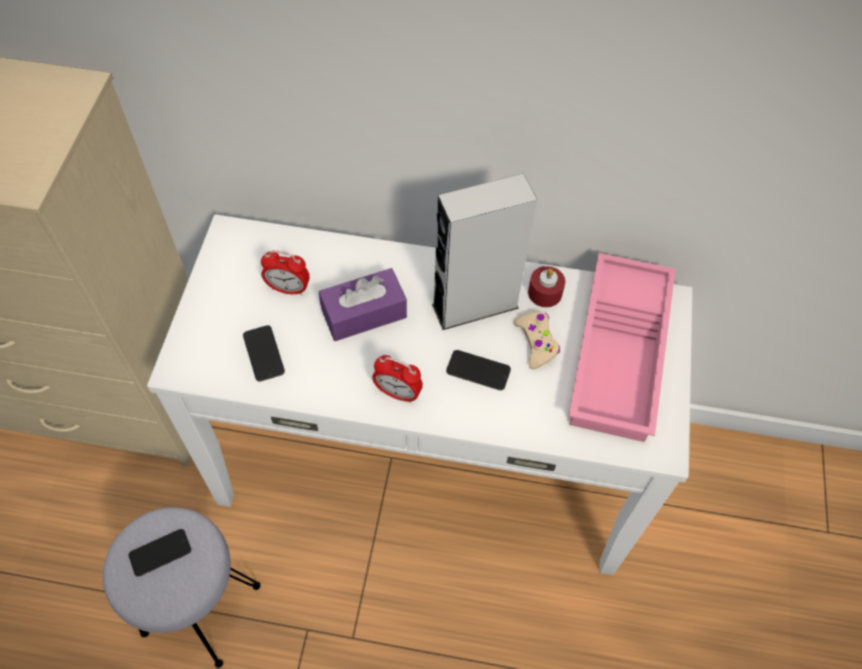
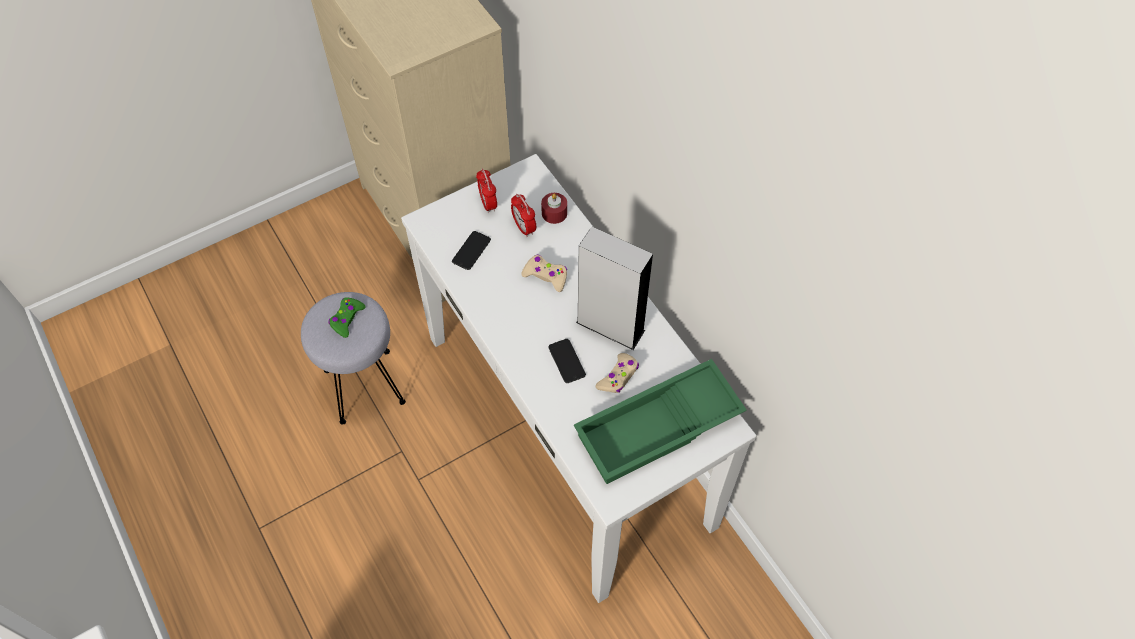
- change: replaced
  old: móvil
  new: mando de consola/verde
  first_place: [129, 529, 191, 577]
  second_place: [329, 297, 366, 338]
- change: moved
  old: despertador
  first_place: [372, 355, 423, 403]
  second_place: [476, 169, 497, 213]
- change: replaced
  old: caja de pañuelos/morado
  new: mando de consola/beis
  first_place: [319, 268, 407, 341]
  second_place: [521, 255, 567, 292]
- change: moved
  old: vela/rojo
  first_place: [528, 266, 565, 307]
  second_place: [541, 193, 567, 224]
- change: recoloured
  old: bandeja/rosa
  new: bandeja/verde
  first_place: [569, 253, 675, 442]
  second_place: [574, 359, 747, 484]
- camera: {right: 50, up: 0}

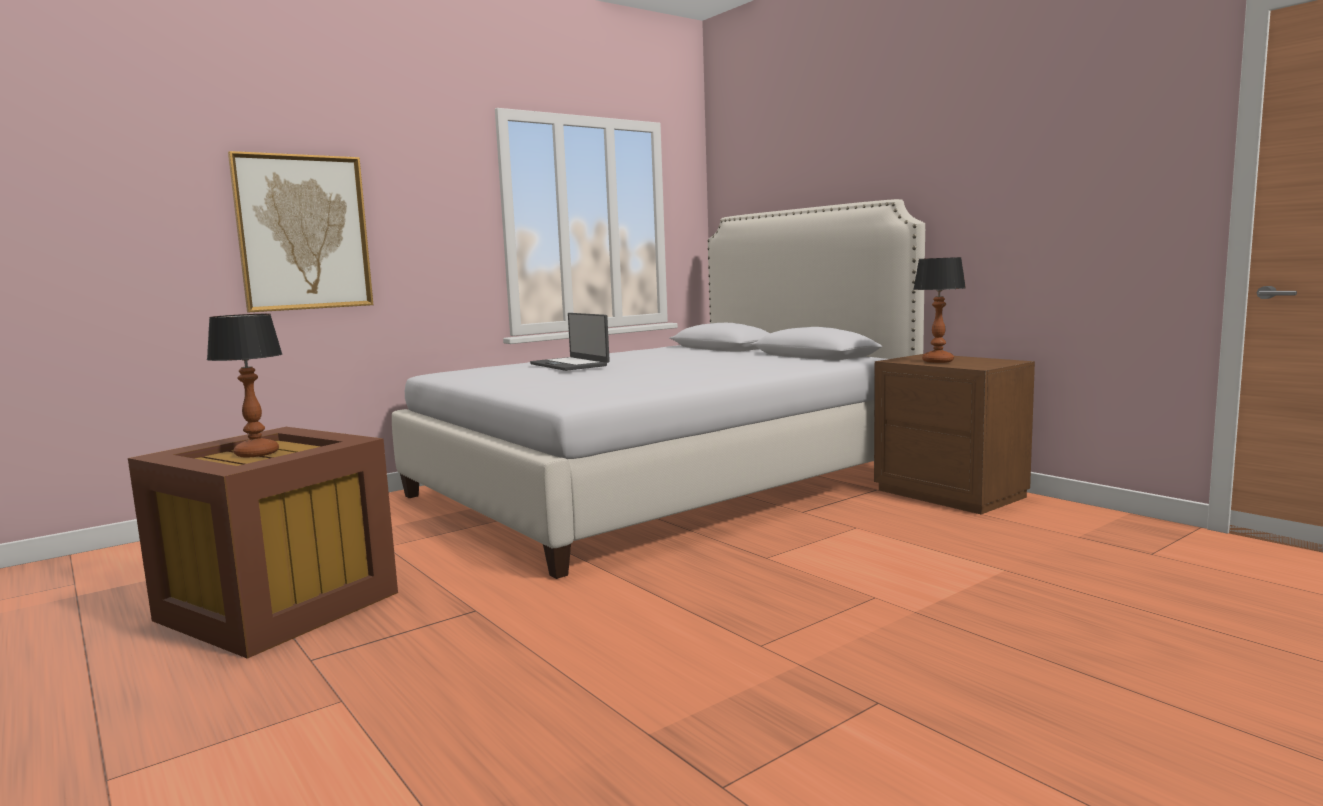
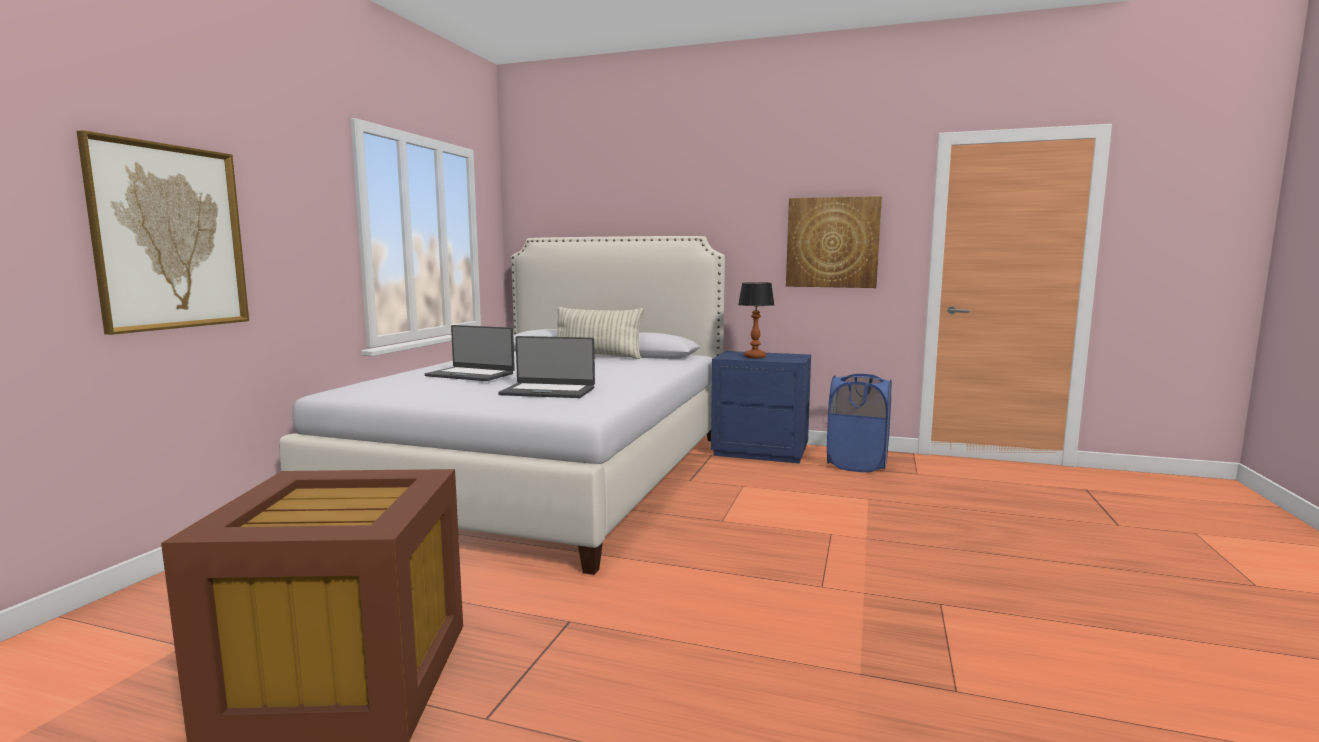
- change: added
  new: portátil
  second_place: [498, 336, 595, 398]
- change: added
  new: cojín
  second_place: [557, 307, 644, 359]
- change: recoloured
  old: mesita de noche/marrón
  new: mesita de noche/azul
  first_place: [874, 354, 1035, 514]
  second_place: [711, 351, 811, 464]
- change: added
  new: cuadro
  second_place: [786, 196, 882, 288]
- change: added
  new: cesto de la ropa/azul
  second_place: [827, 374, 892, 472]
- change: removed
  old: lámpara de mesa
  first_place: [207, 314, 282, 457]
- camera: {right: -35, up: 0}

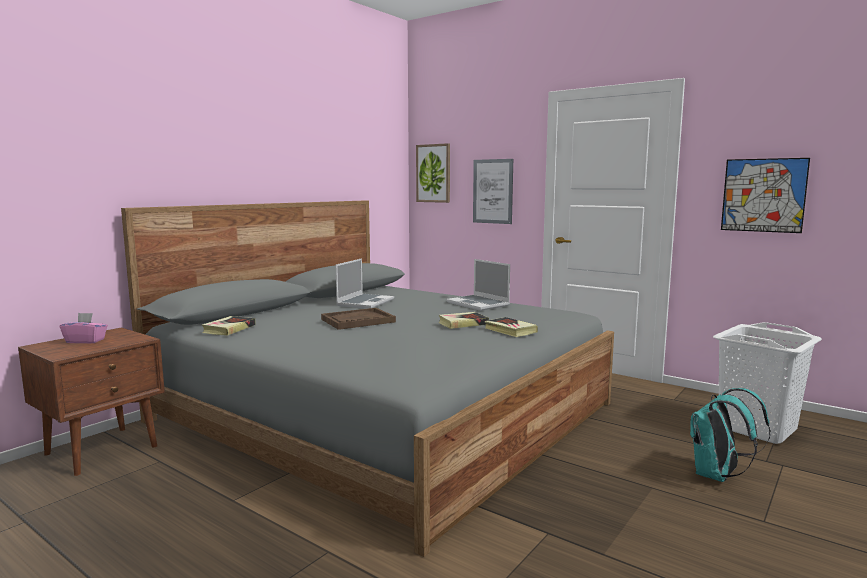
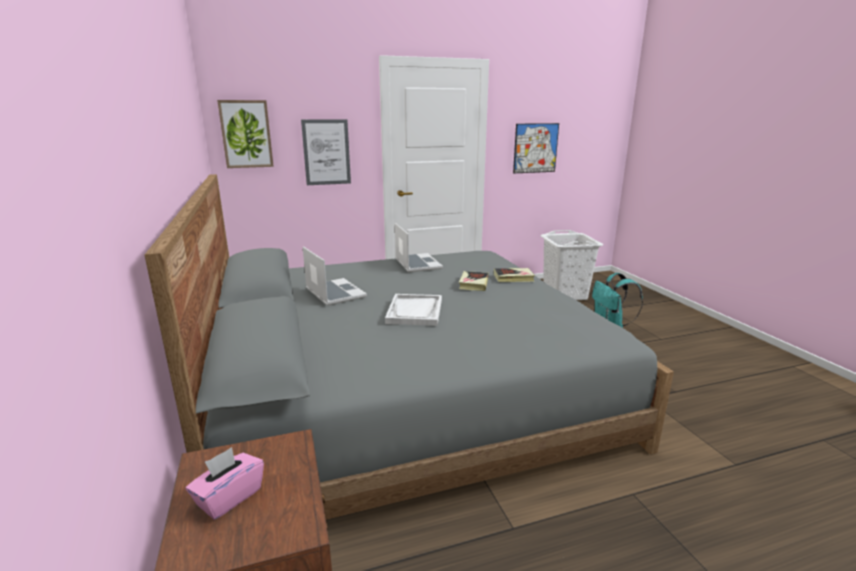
- change: recoloured
  old: bandeja/marrón
  new: bandeja/blanco
  first_place: [321, 308, 396, 330]
  second_place: [385, 294, 442, 326]
- change: turned
  old: portátil
  first_place: [446, 259, 510, 311]
  second_place: [395, 223, 443, 272]
  degrees: -105
- change: removed
  old: libro
  first_place: [202, 316, 256, 336]
- camera: {right: -55, up: 10}

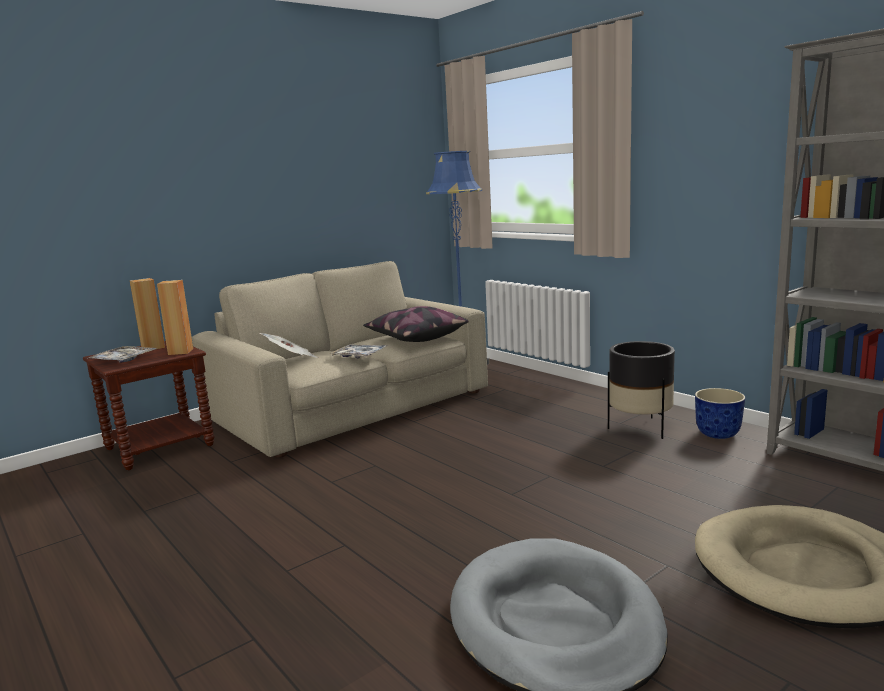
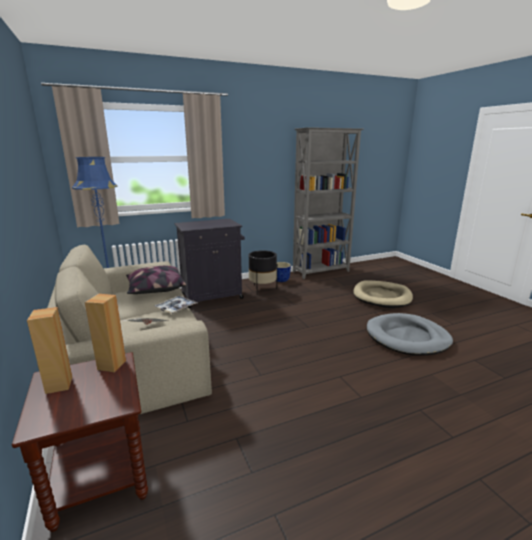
- change: added
  new: armario/negro
  second_place: [174, 219, 245, 308]
- change: removed
  old: bandeja
  first_place: [87, 346, 156, 362]
- camera: {right: -75, up: 5}

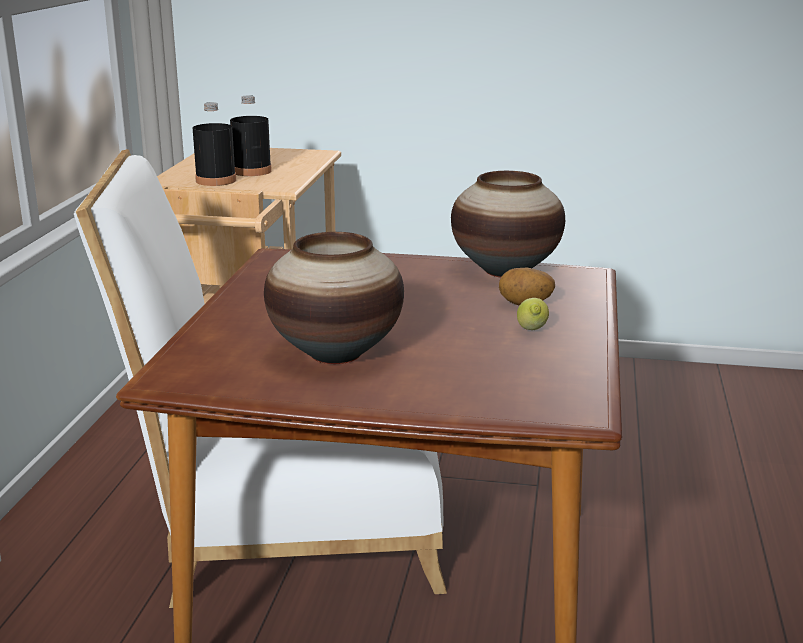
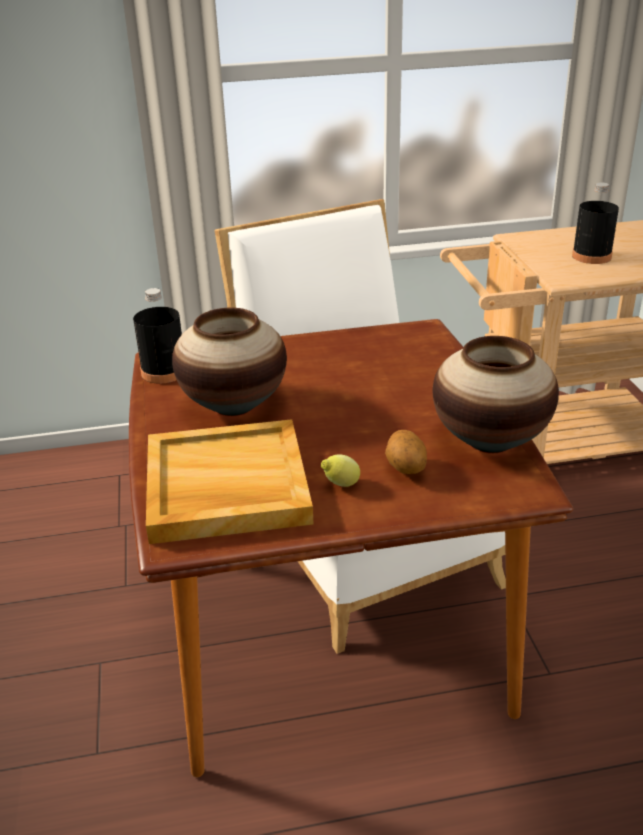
- change: moved
  old: botella/negro
  first_place: [193, 102, 236, 186]
  second_place: [133, 288, 182, 384]
- change: added
  new: bandeja/beis
  second_place: [146, 419, 314, 544]
- camera: {right: 70, up: 10}

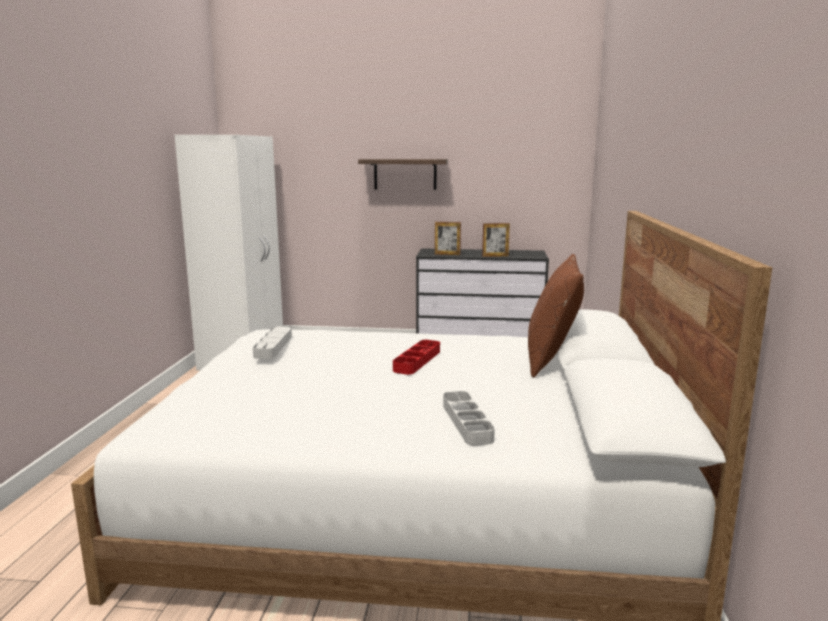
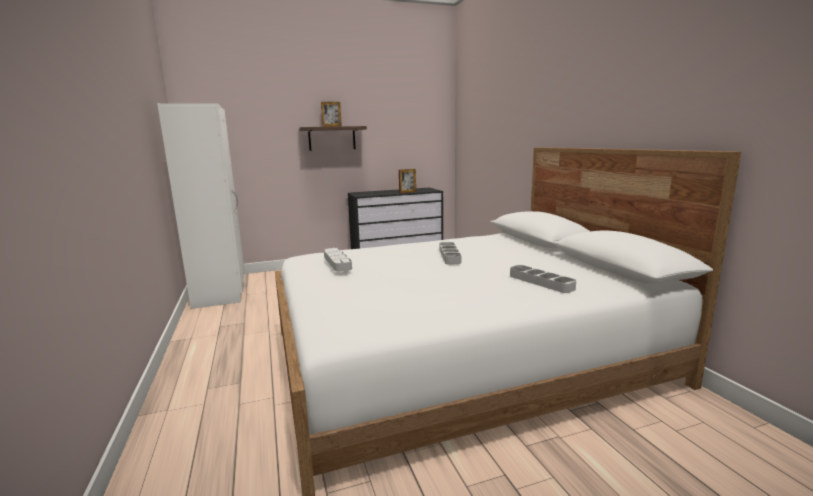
- change: moved
  old: portarretratos
  first_place: [435, 222, 461, 255]
  second_place: [321, 102, 342, 127]
- change: recoloured
  old: bandeja/rojo
  new: bandeja/gris
  first_place: [393, 340, 440, 375]
  second_place: [439, 242, 461, 265]
- change: removed
  old: cojín/marrón
  first_place: [528, 254, 584, 378]
- camera: {right: -25, up: 0}

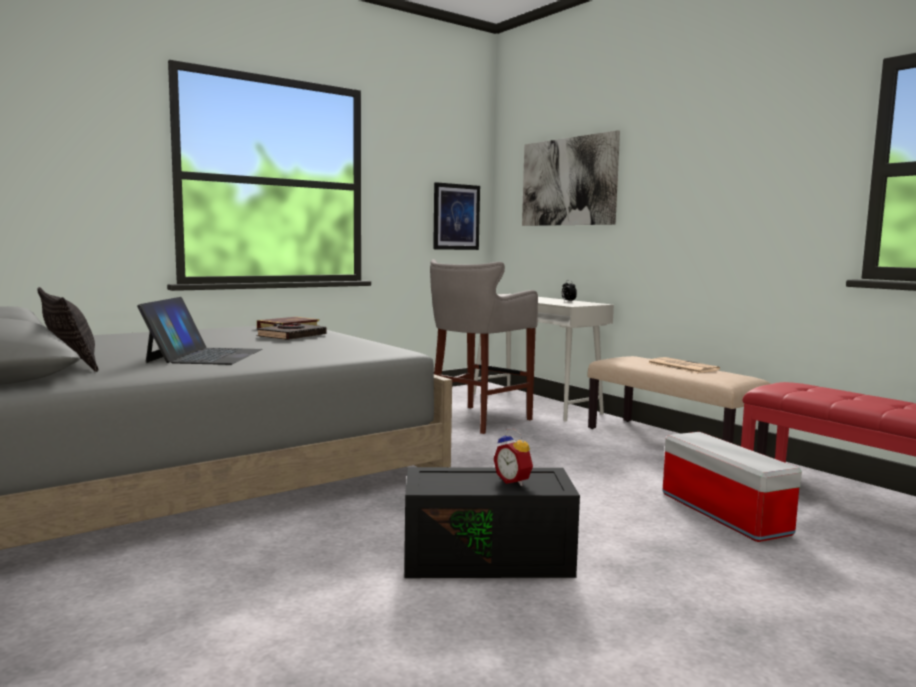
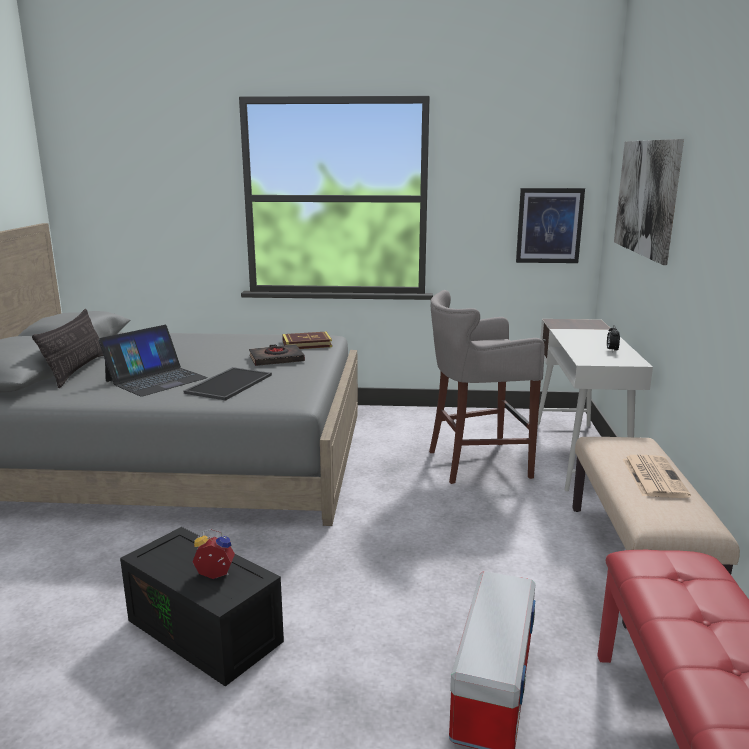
- change: added
  new: bandeja
  second_place: [184, 367, 272, 400]
- change: turned
  old: despertador
  first_place: [493, 429, 533, 486]
  second_place: [193, 529, 235, 579]
  degrees: 90
- camera: {right: 40, up: 10}

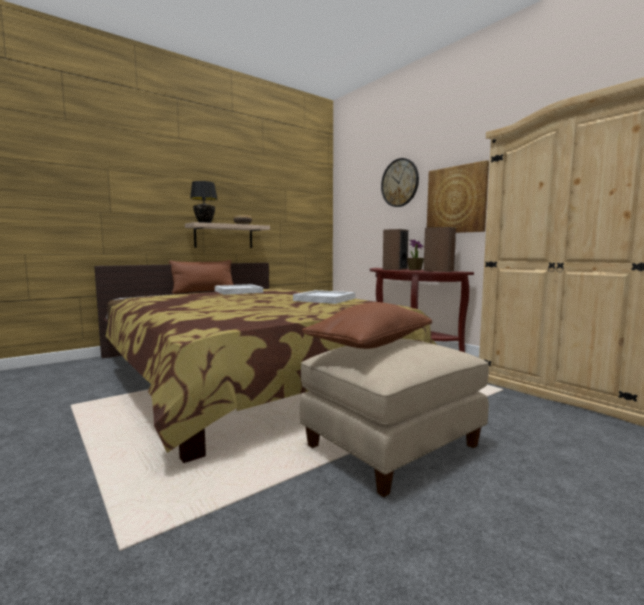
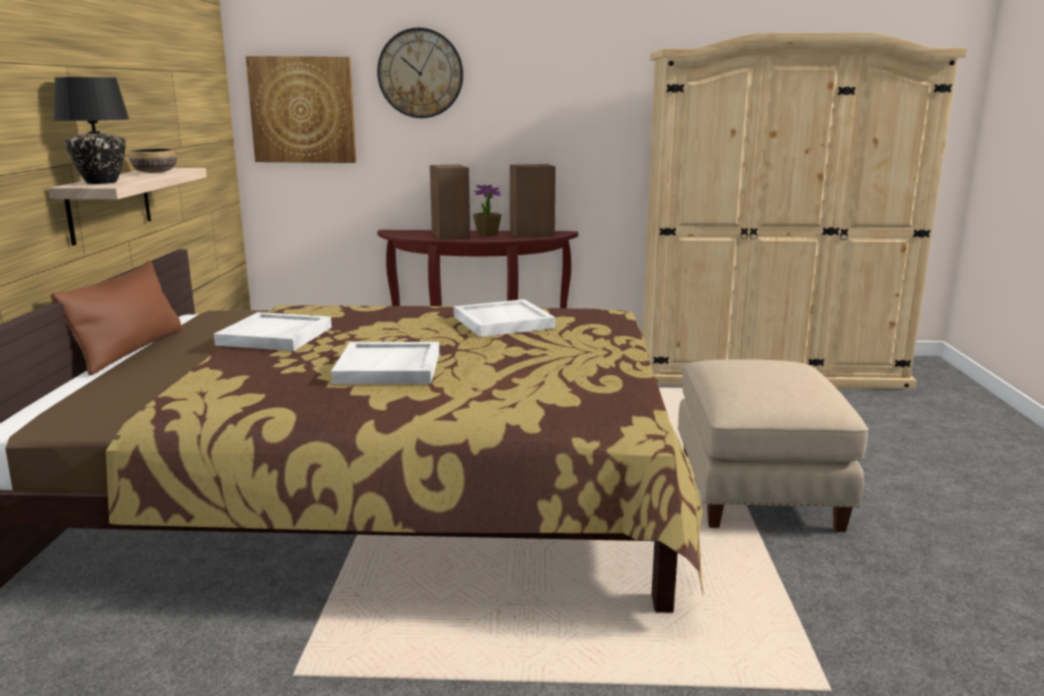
- change: moved
  old: cuadro
  first_place: [427, 160, 489, 233]
  second_place: [246, 56, 356, 163]
- change: added
  new: bandeja/blanco
  second_place: [331, 342, 439, 384]
- change: removed
  old: cojín/marrón
  first_place: [302, 302, 432, 349]
- camera: {right: -50, up: 10}

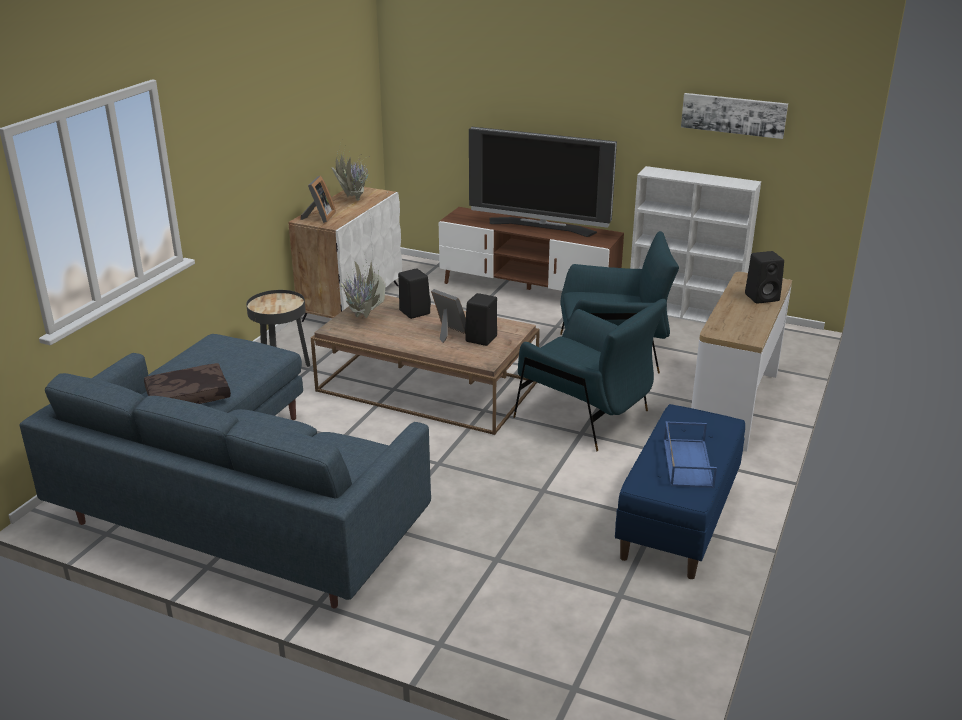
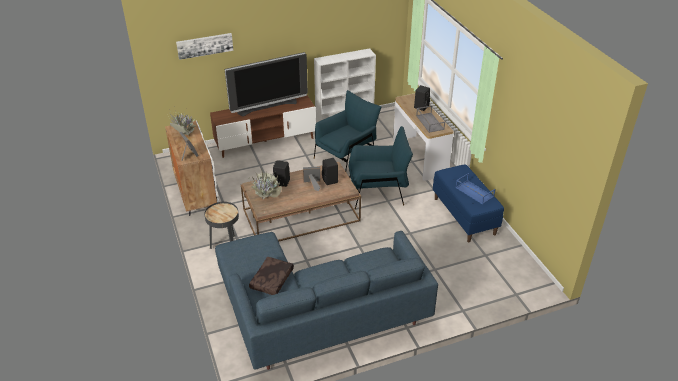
- change: moved
  old: cuadro
  first_place: [681, 93, 788, 139]
  second_place: [176, 33, 234, 60]
- change: added
  new: bandeja/gris
  second_place: [416, 106, 445, 133]
- camera: {right: -45, up: 10}

